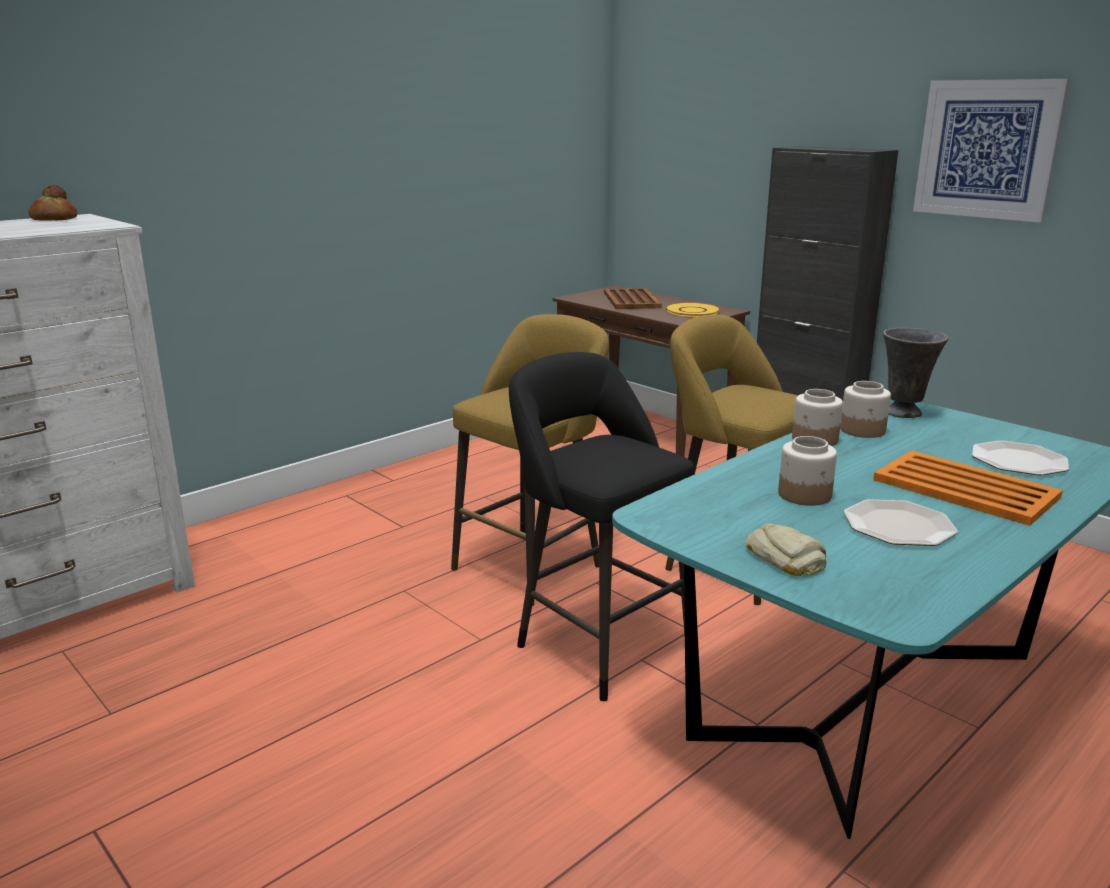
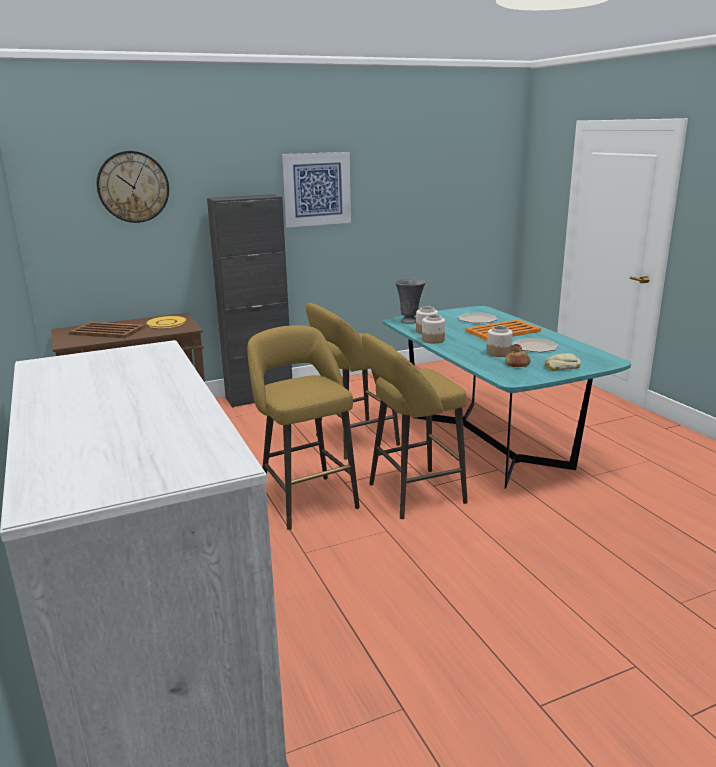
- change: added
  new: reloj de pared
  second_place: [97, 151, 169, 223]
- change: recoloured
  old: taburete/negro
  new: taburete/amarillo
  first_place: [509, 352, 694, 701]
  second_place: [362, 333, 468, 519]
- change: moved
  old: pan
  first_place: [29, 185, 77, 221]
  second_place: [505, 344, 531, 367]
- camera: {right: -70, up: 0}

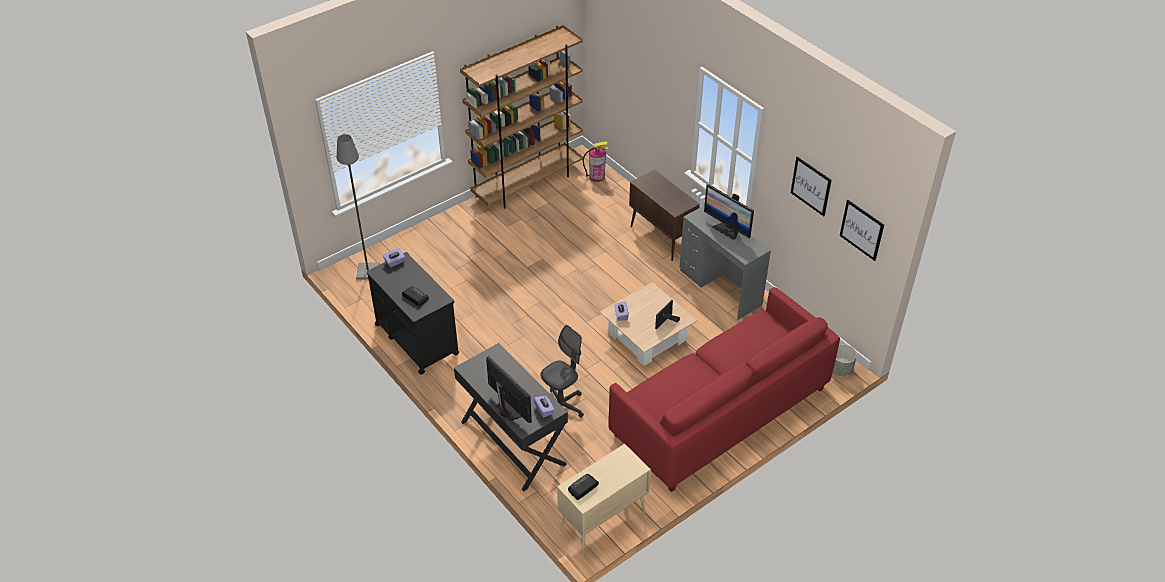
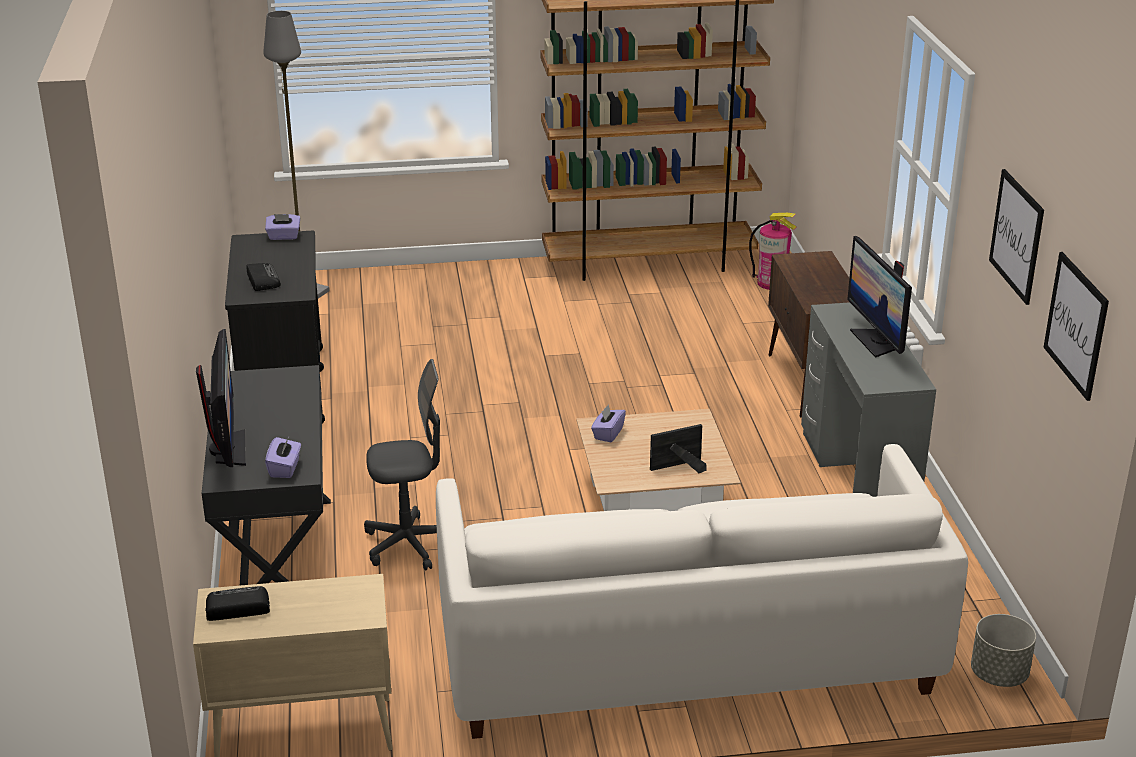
- change: recoloured
  old: sofá/rojo
  new: sofá/blanco
  first_place: [608, 287, 840, 492]
  second_place: [436, 444, 968, 739]
- camera: {right: 30, up: -15}

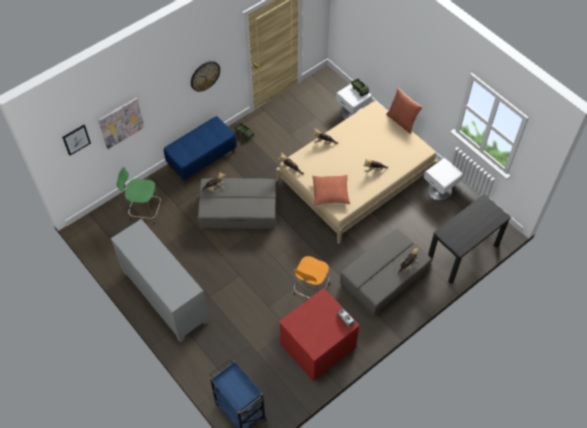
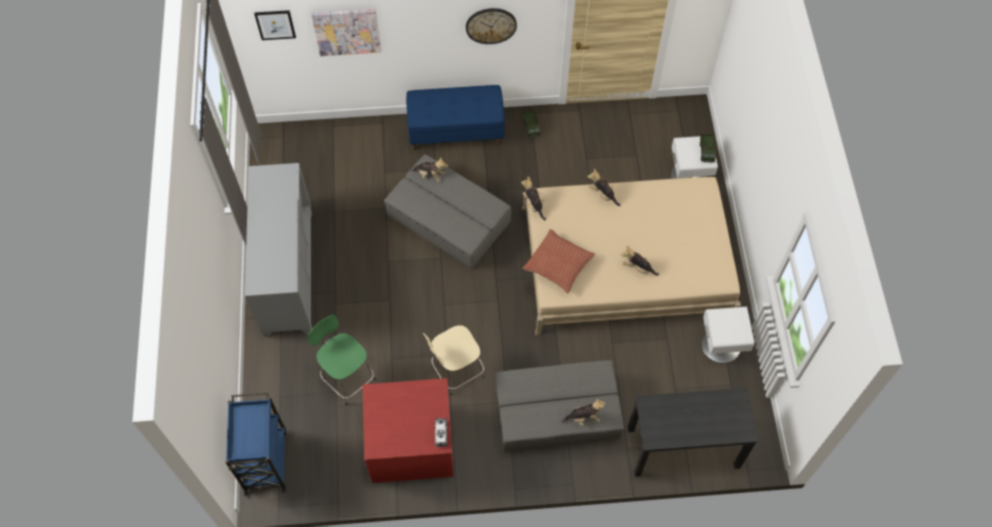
- change: moved
  old: taburete/verde
  first_place: [117, 167, 162, 224]
  second_place: [307, 315, 376, 405]
- change: recoloured
  old: taburete/naranja
  new: taburete/beis
  first_place: [293, 256, 329, 298]
  second_place: [423, 325, 485, 395]
- change: removed
  old: cojín
  first_place: [386, 88, 423, 134]
- camera: {right: 35, up: 5}

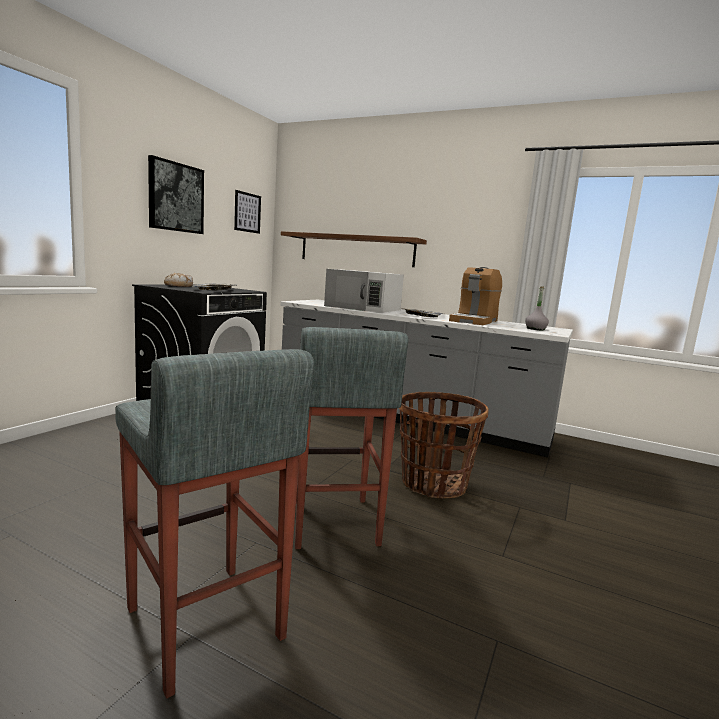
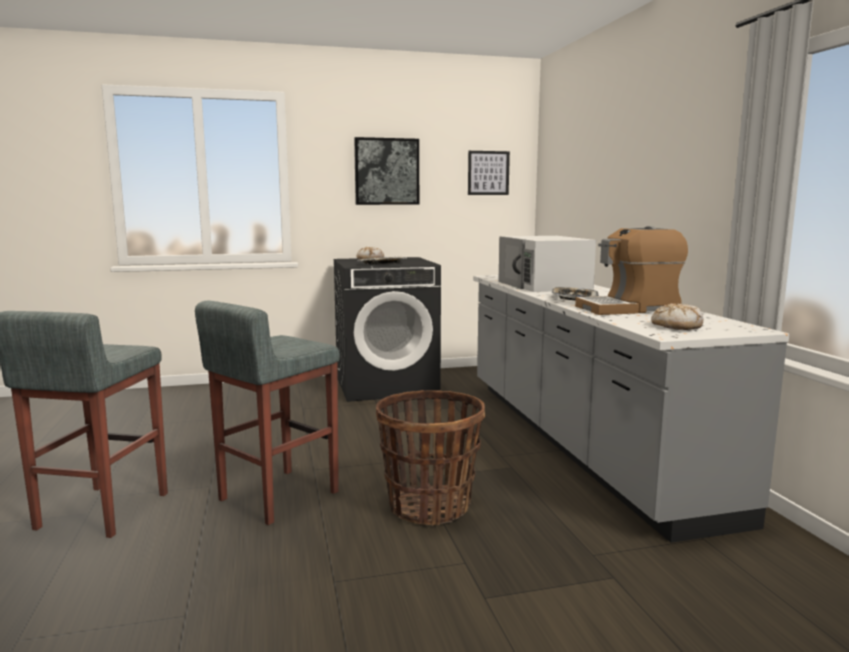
- change: replaced
  old: botella/gris
  new: pan
  first_place: [525, 287, 549, 330]
  second_place: [651, 303, 703, 330]
- change: removed
  old: estante
  first_place: [281, 231, 427, 267]
- camera: {right: 50, up: 0}

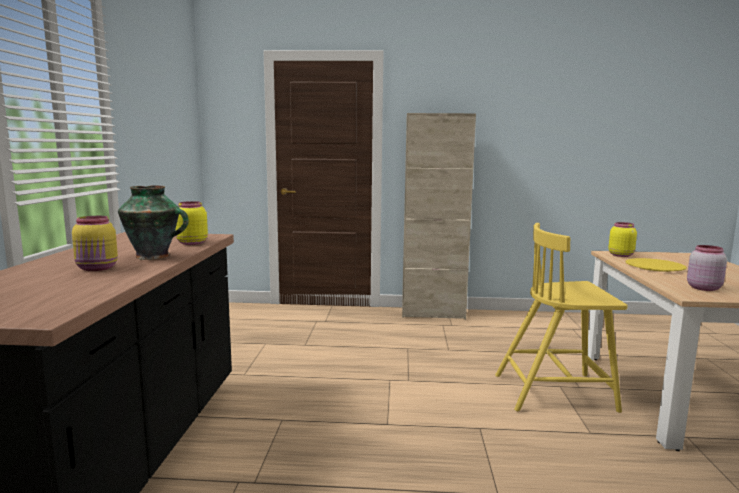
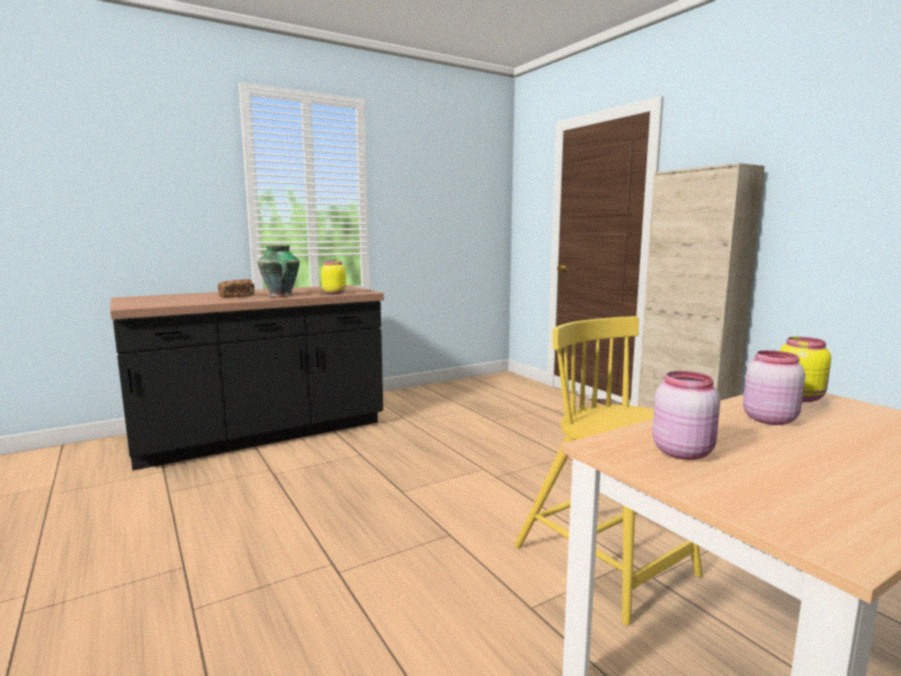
- change: replaced
  old: tarro/amarillo
  new: pan
  first_place: [72, 216, 118, 271]
  second_place: [218, 279, 255, 298]
- change: replaced
  old: plato/amarillo
  new: tarro/rosa
  first_place: [625, 258, 687, 272]
  second_place: [743, 350, 805, 425]
- camera: {right: 55, up: 0}

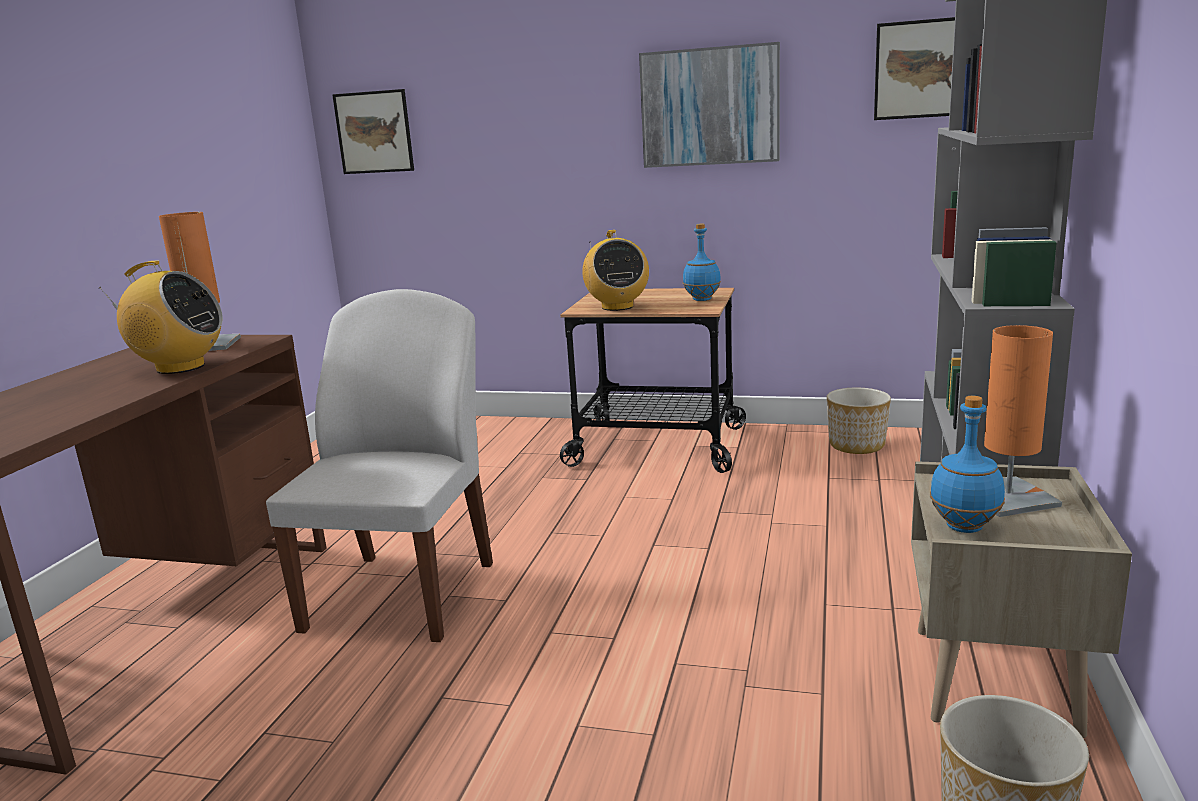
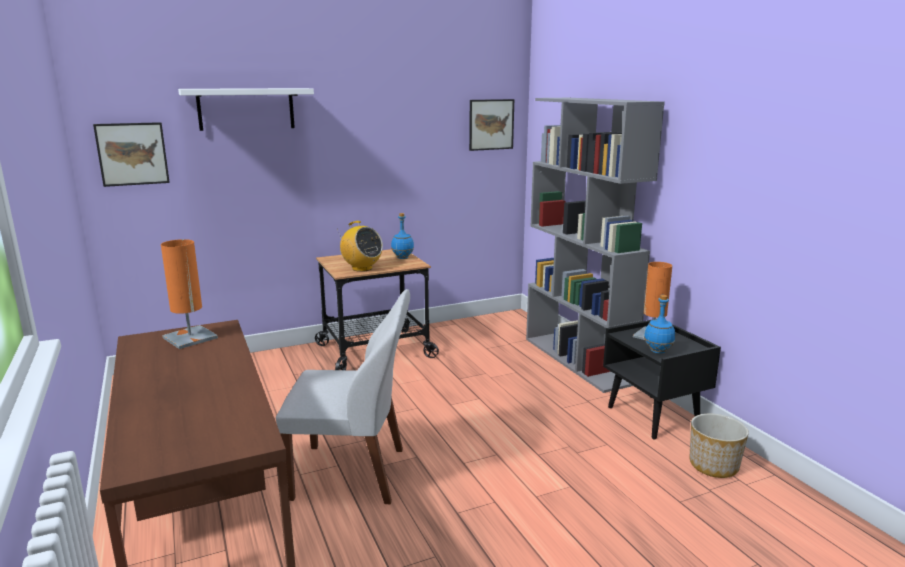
- change: added
  new: estante/blanco
  second_place: [178, 88, 314, 131]
- change: turned
  old: silla/blanco
  first_place: [266, 289, 493, 642]
  second_place: [276, 289, 410, 504]
  degrees: 120
- change: recoloured
  old: mesita de noche/beis
  new: mesita de noche/negro
  first_place: [911, 461, 1132, 738]
  second_place: [603, 319, 721, 439]
- change: removed
  old: radio
  first_place: [99, 261, 223, 374]
- change: removed
  old: cuadro
  first_place: [639, 42, 780, 168]
- change: removed
  old: maceta
  first_place: [827, 388, 891, 454]
- camera: {right: -40, up: 0}

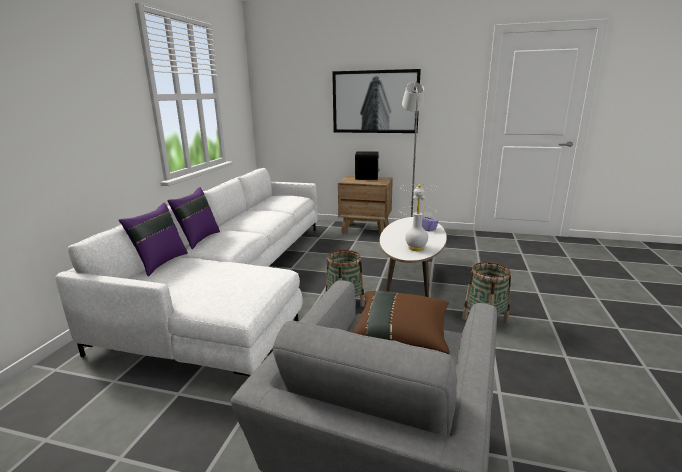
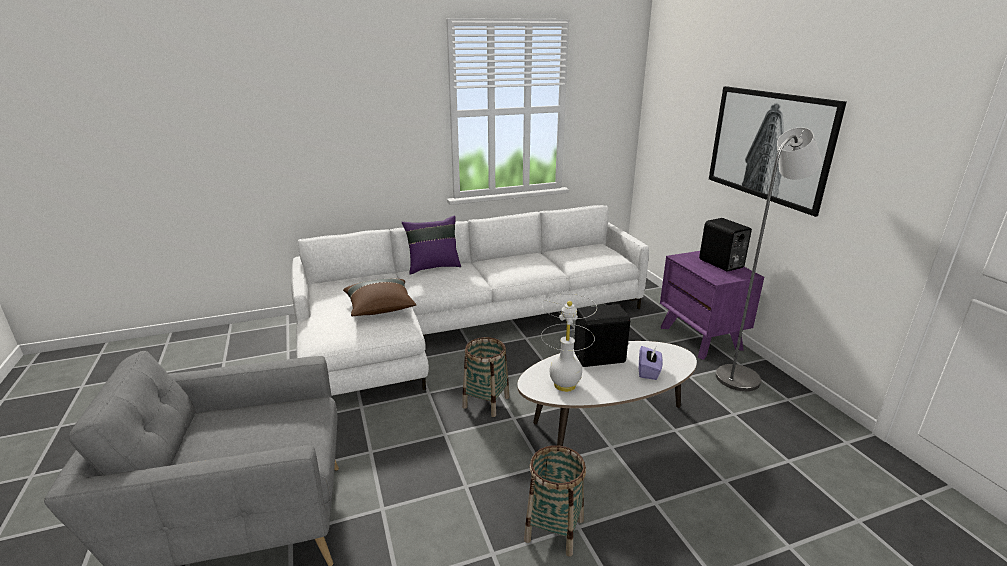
- change: moved
  old: cojín/marrón
  first_place: [352, 291, 450, 354]
  second_place: [343, 278, 416, 316]
- change: added
  new: altavoz/negro
  second_place: [574, 304, 630, 367]
- change: recoloured
  old: mesita de noche/marrón
  new: mesita de noche/morado
  first_place: [338, 176, 393, 235]
  second_place: [660, 251, 764, 360]
- change: removed
  old: cojín/morado
  first_place: [119, 203, 188, 276]
- camera: {right: 55, up: 5}

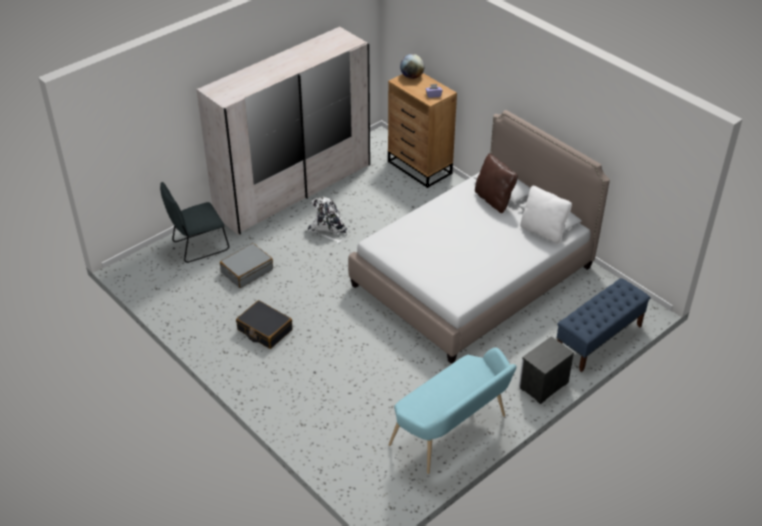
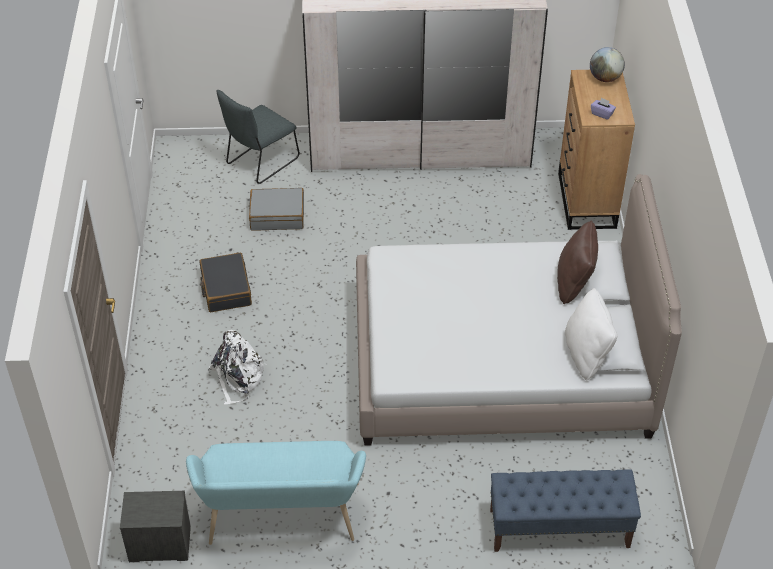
- change: moved
  old: mesita de noche
  first_place: [519, 336, 574, 404]
  second_place: [120, 491, 191, 562]
- change: moved
  old: mochila/blanco
  first_place: [307, 196, 347, 244]
  second_place: [209, 330, 267, 405]
- change: turned
  old: silla/gris
  first_place: [160, 182, 229, 263]
  second_place: [217, 90, 300, 184]
  degrees: -60
- camera: {right: 40, up: 5}

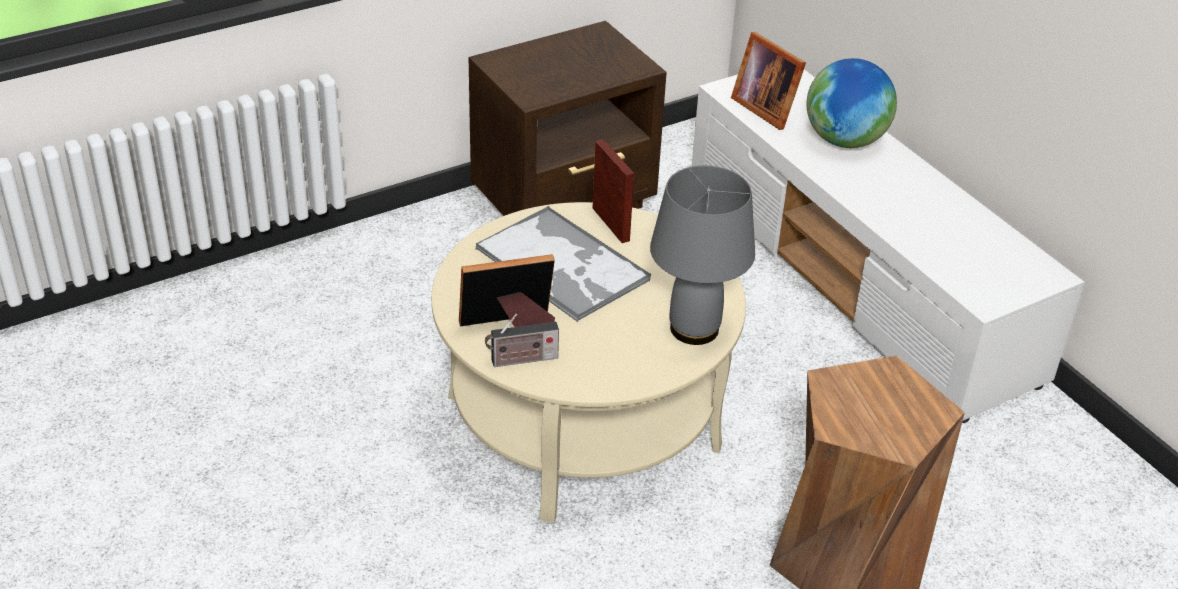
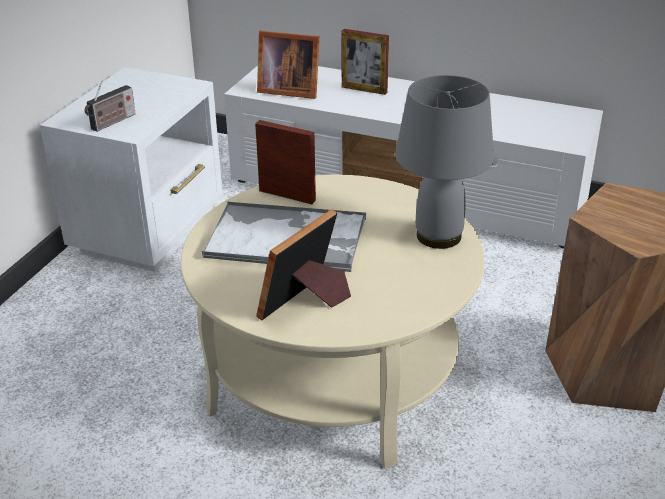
- change: recoloured
  old: mesita de noche/marrón
  new: mesita de noche/blanco
  first_place: [469, 21, 667, 216]
  second_place: [40, 67, 223, 272]
- change: moved
  old: radio
  first_place: [485, 314, 559, 367]
  second_place: [85, 82, 136, 132]
- change: replaced
  old: globo terráqueo
  new: portarretratos
  first_place: [807, 58, 897, 148]
  second_place: [341, 29, 389, 95]
- camera: {right: -35, up: -5}

